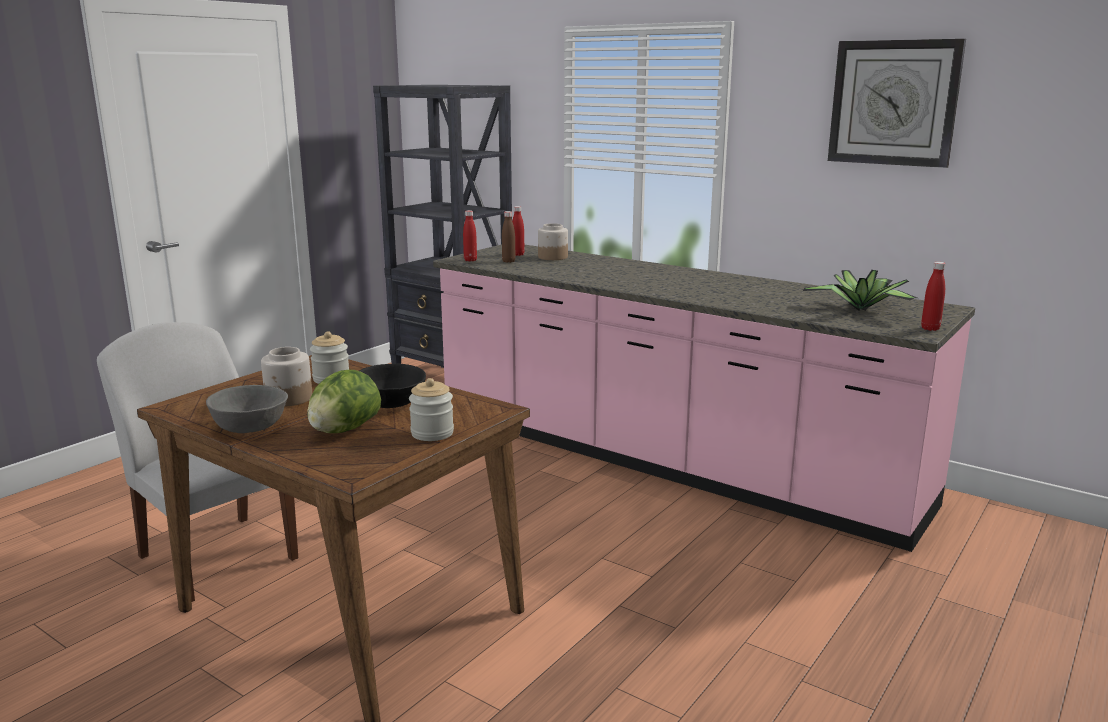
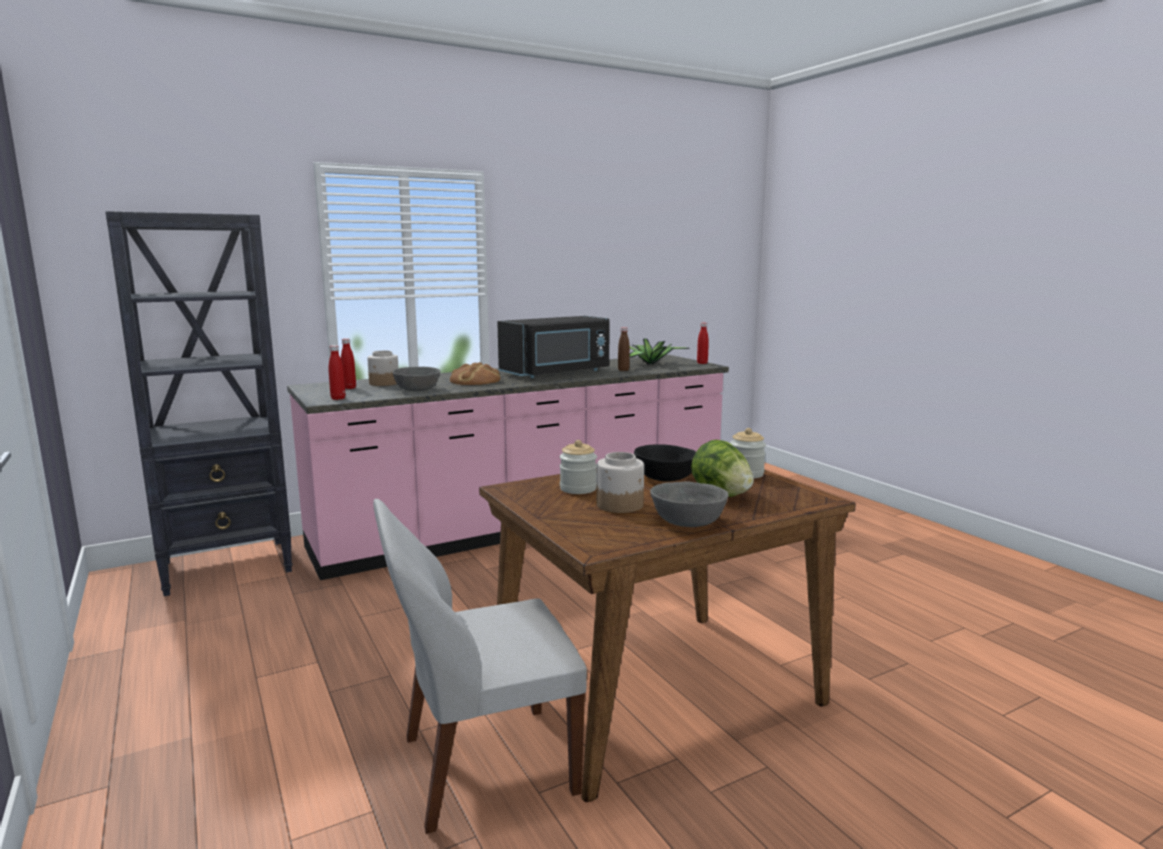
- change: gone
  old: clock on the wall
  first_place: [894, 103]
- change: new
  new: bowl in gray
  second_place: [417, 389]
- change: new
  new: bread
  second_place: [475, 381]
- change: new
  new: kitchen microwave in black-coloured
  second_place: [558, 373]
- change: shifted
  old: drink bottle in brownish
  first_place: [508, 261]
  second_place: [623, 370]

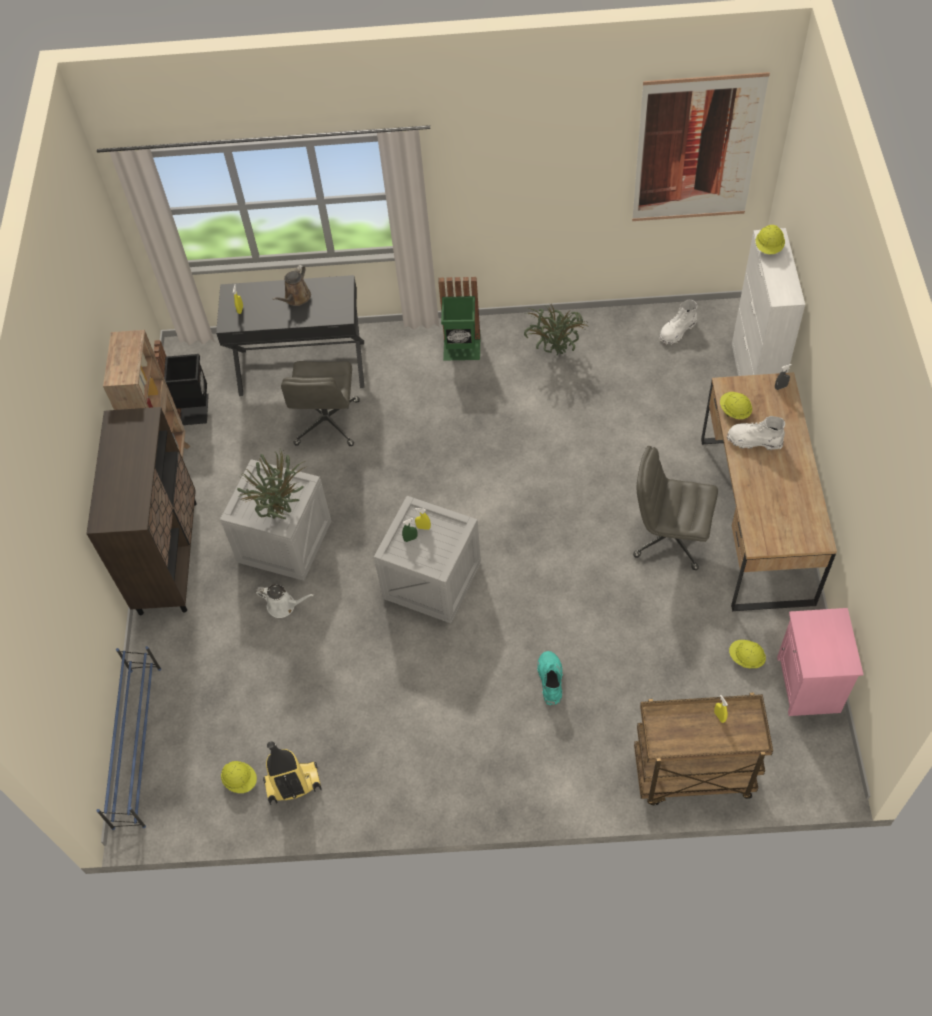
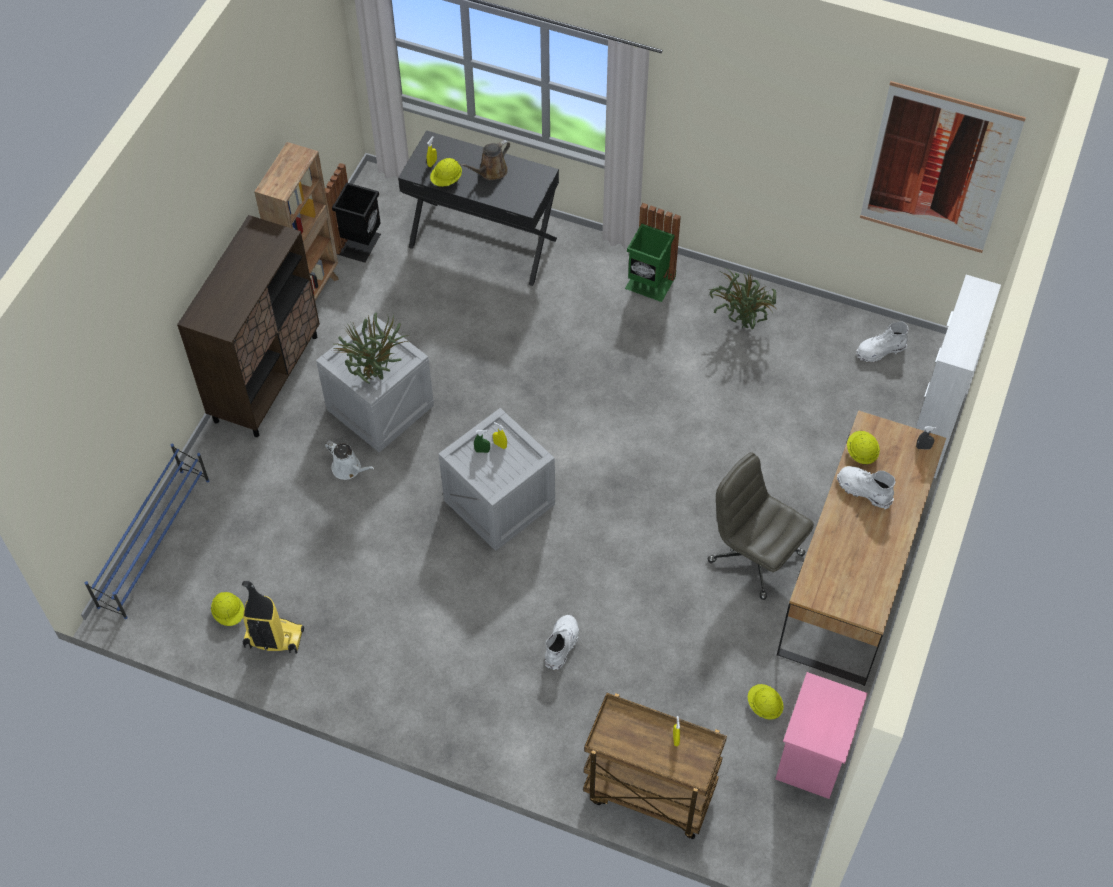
- change: gone
  old: desk chair in gray
  first_place: [327, 423]
- change: shifted
  old: work helmet in yellow-coloured
  first_place: [769, 248]
  second_place: [446, 180]
- change: repainted
  old: high-top boot in blue-green
  new: high-top boot in whitish
  first_place: [550, 680]
  second_place: [561, 645]

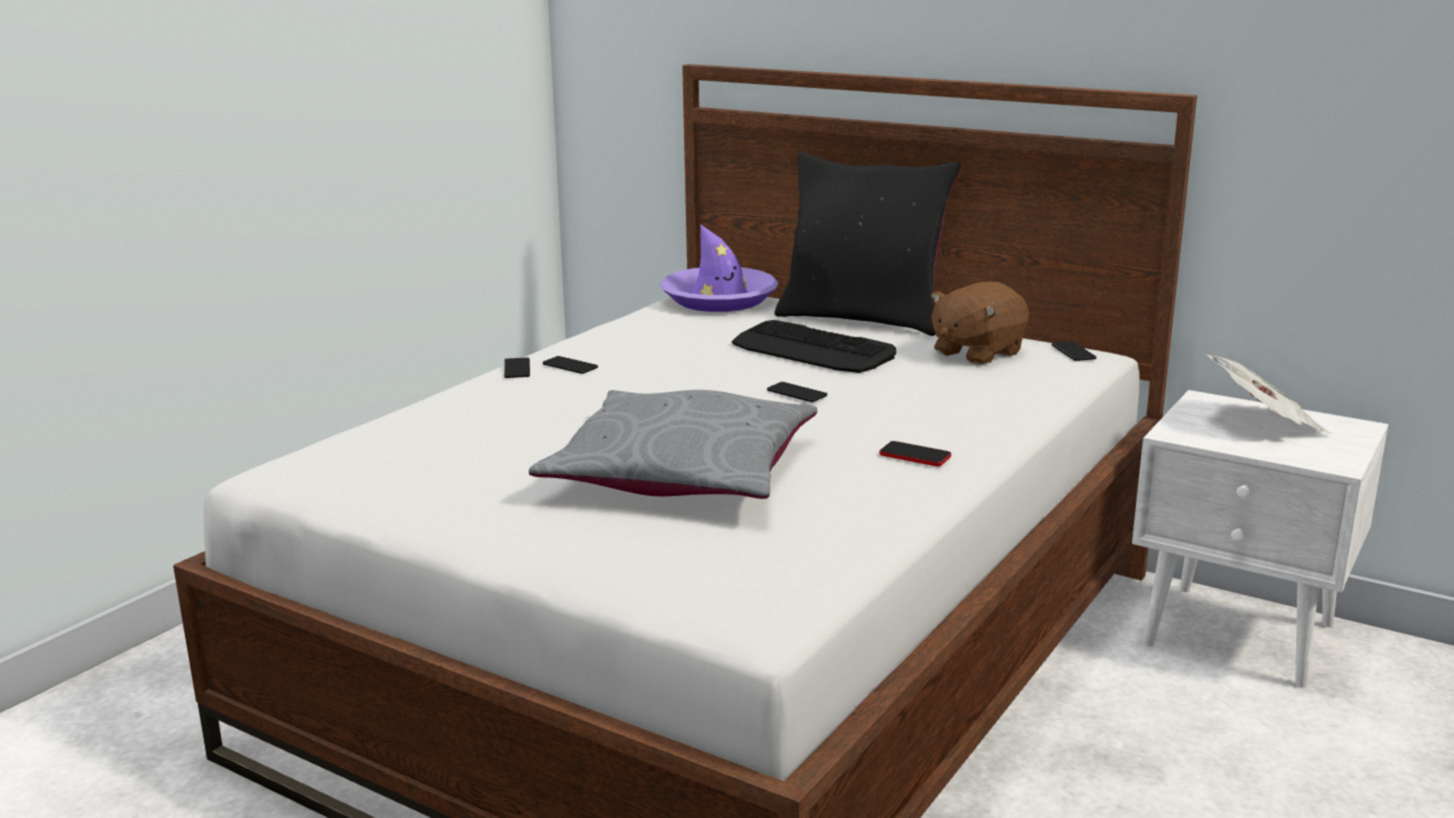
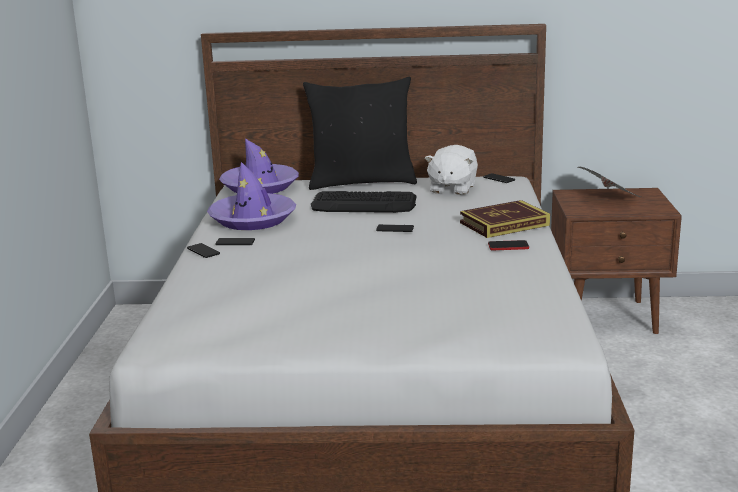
- change: gone
  old: throw pillow in gray
  first_place: [681, 472]
- change: new
  new: clothing hat in purplish
  second_place: [253, 219]
- change: new
  new: book
  second_place: [504, 224]
- change: repainted
  old: soft toy in brownish
  new: soft toy in whitish
  first_place: [976, 353]
  second_place: [452, 189]
- change: repainted
  old: bedside table in whitish
  new: bedside table in brownish
  first_place: [1241, 636]
  second_place: [608, 317]

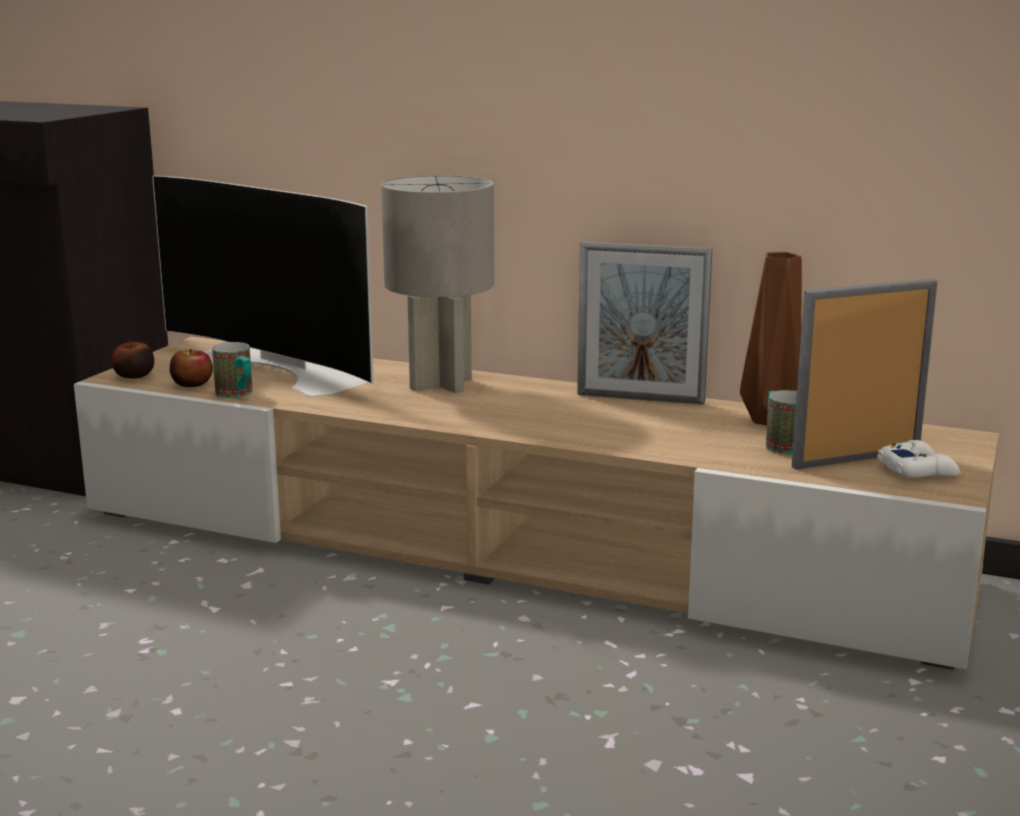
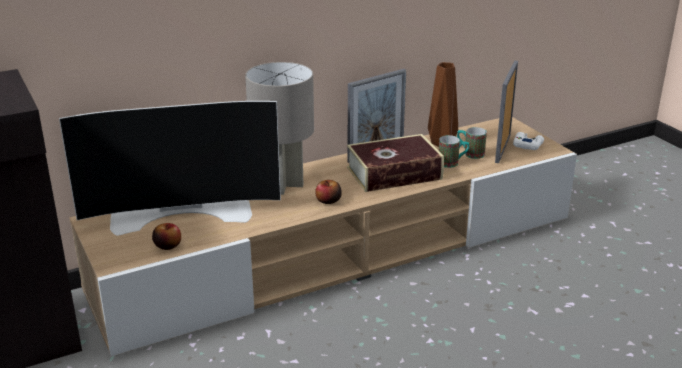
- change: new
  new: book
  second_place: [394, 173]
- change: shifted
  old: whole apple
  first_place: [134, 376]
  second_place: [328, 201]
- change: shifted
  old: mug
  first_place: [238, 395]
  second_place: [452, 163]

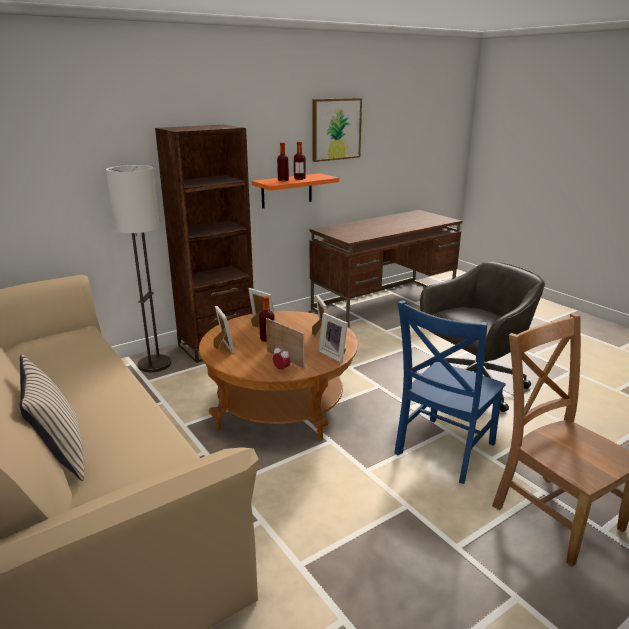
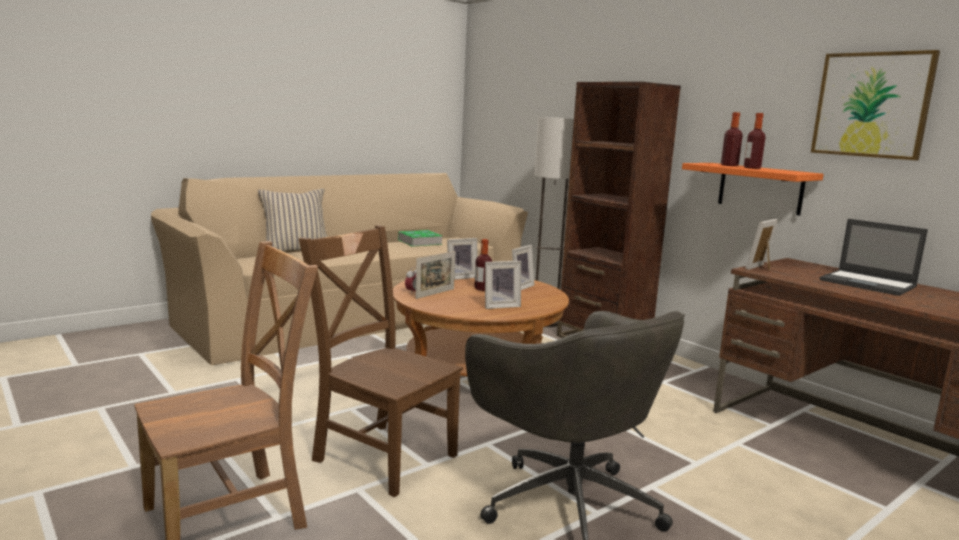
- change: new
  new: book
  second_place: [420, 242]
- change: new
  new: notebook computer
  second_place: [868, 283]
- change: shifted
  old: standing frame
  first_place: [334, 354]
  second_place: [762, 268]
- change: repainted
  old: chair in bluish
  new: chair in brownish
  first_place: [443, 450]
  second_place: [381, 455]

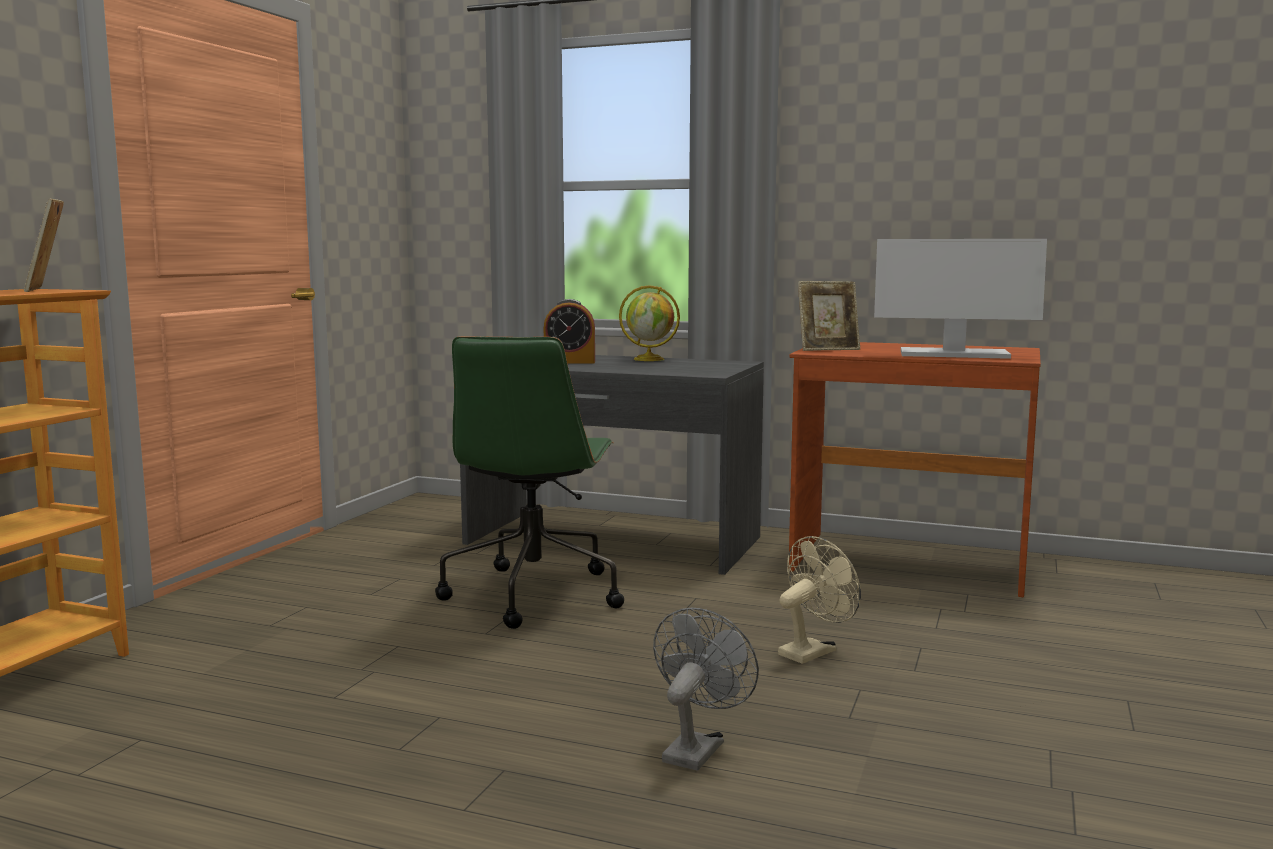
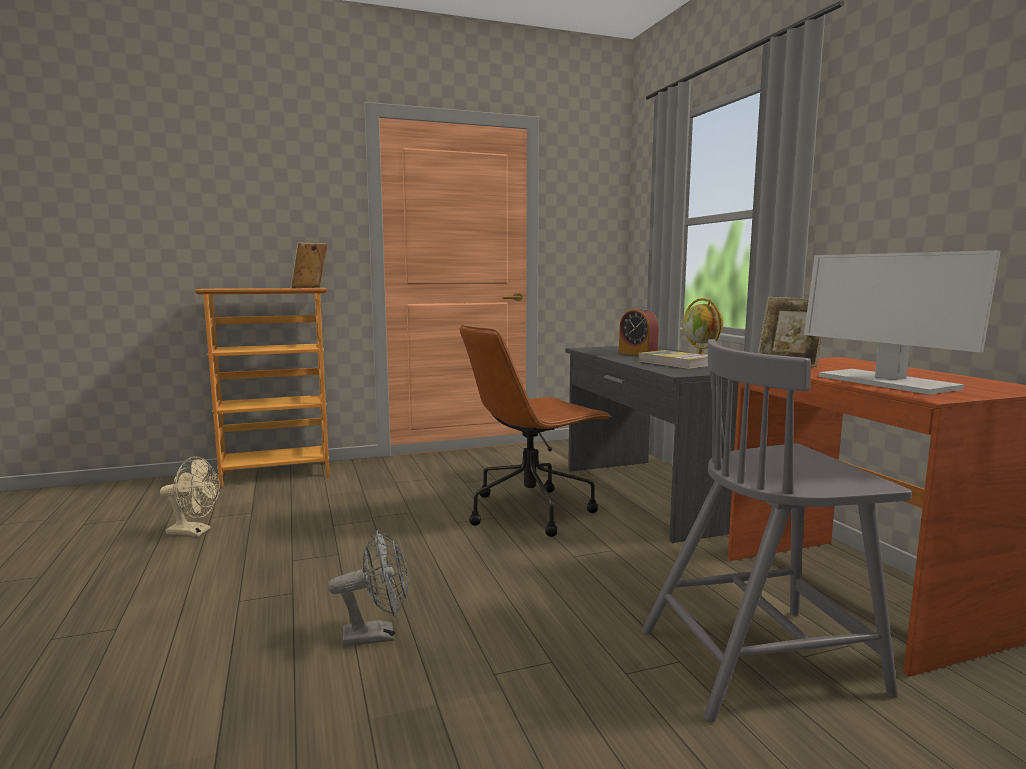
- change: new
  new: book
  second_place: [676, 363]
- change: new
  new: chair in gray
  second_place: [763, 660]
- change: shifted
  old: electric fan in beige-coloured
  first_place: [812, 651]
  second_place: [194, 532]
- change: repainted
  old: desk chair in green-coloured
  new: desk chair in brownish
  first_place: [533, 594]
  second_place: [531, 510]

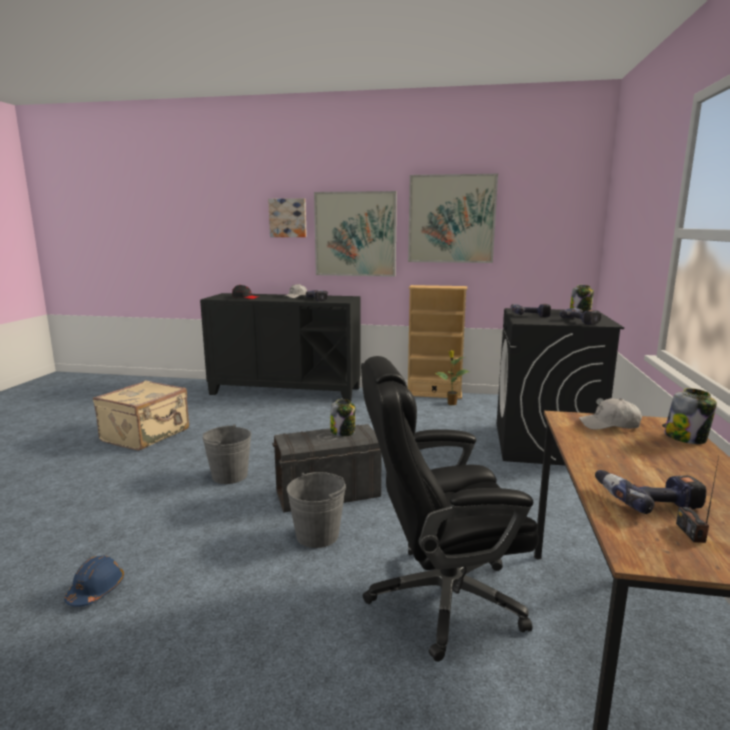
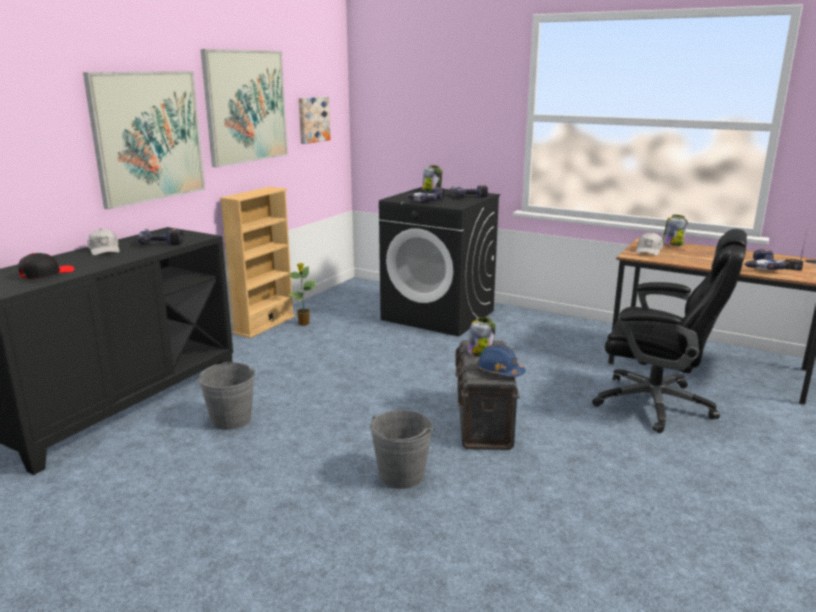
- change: gone
  old: suitcase in beige-coloured
  first_place: [147, 435]
- change: shifted
  old: work helmet in bluish
  first_place: [96, 590]
  second_place: [499, 372]
- change: shifted
  old: wall art
  first_place: [288, 218]
  second_place: [312, 119]
- change: shifted
  old: water bucket in gray
  first_place: [317, 535]
  second_place: [231, 419]
- change: rotated
  old: desk chair in black-coloured
  first_place: [441, 599]
  second_place: [657, 404]
  degrees: -75

